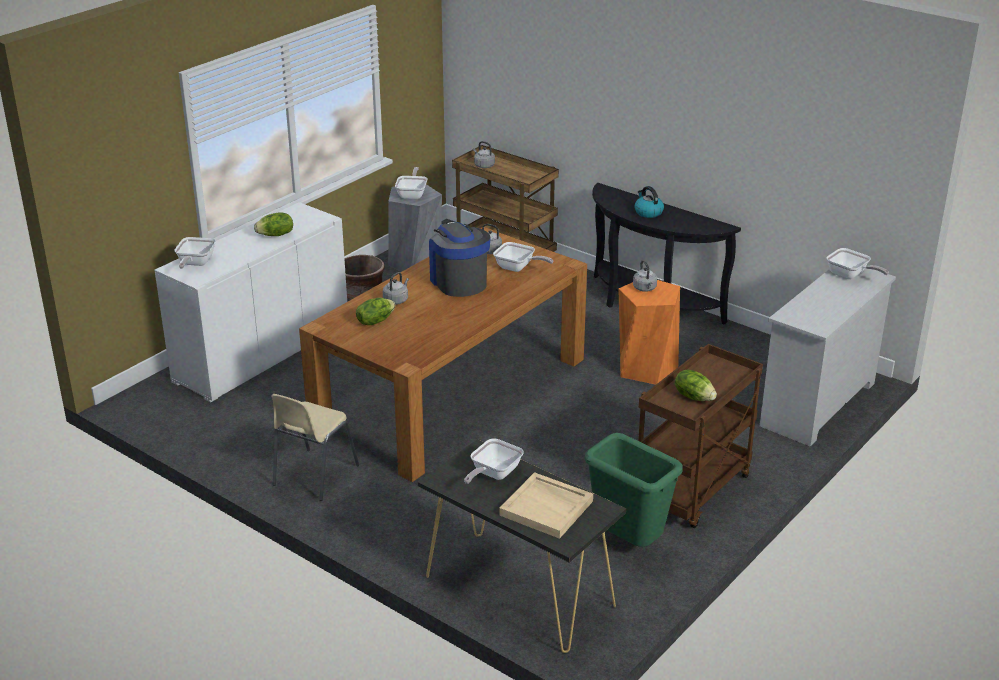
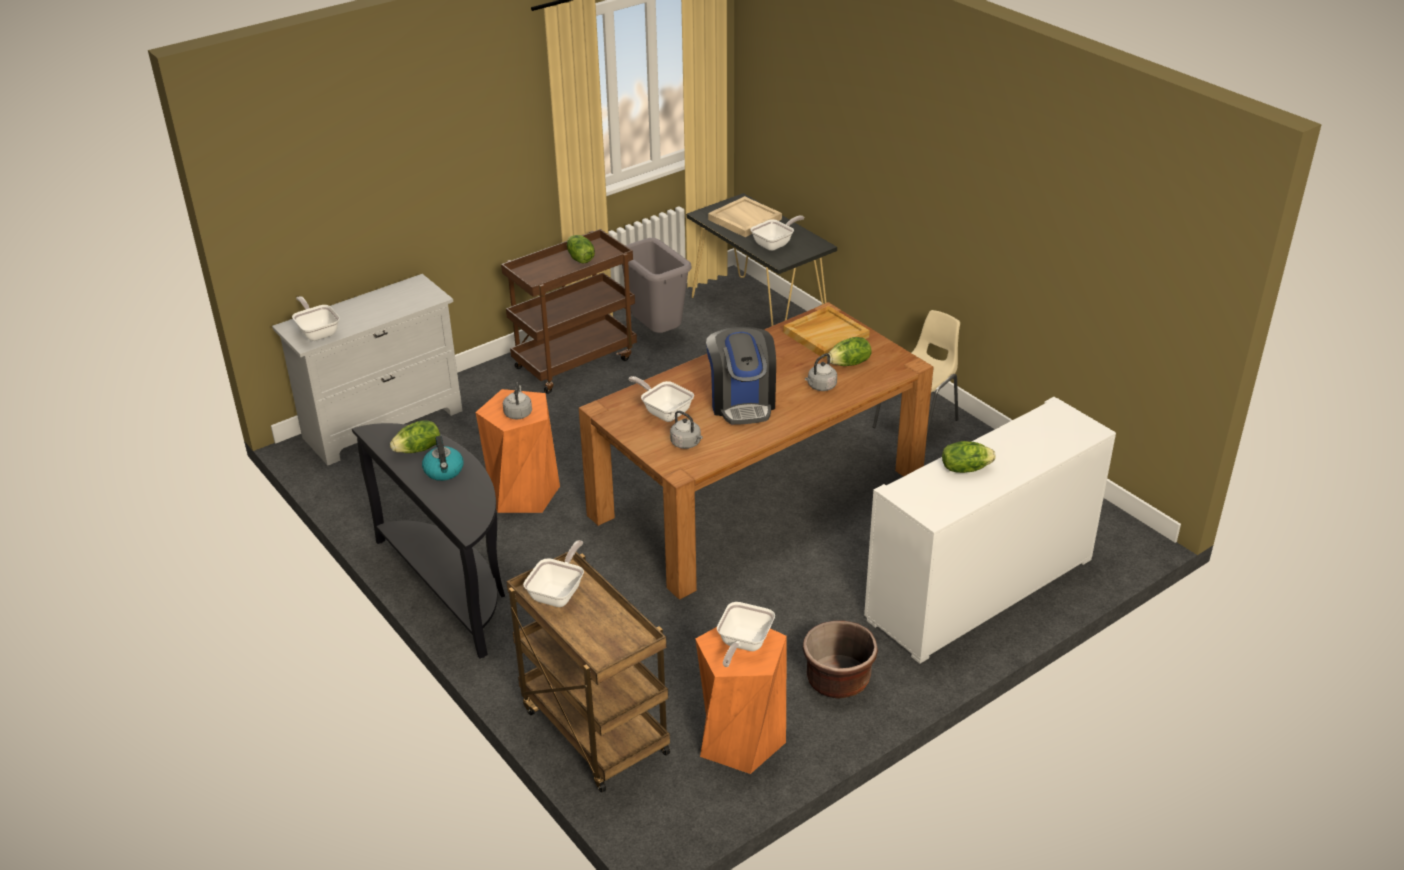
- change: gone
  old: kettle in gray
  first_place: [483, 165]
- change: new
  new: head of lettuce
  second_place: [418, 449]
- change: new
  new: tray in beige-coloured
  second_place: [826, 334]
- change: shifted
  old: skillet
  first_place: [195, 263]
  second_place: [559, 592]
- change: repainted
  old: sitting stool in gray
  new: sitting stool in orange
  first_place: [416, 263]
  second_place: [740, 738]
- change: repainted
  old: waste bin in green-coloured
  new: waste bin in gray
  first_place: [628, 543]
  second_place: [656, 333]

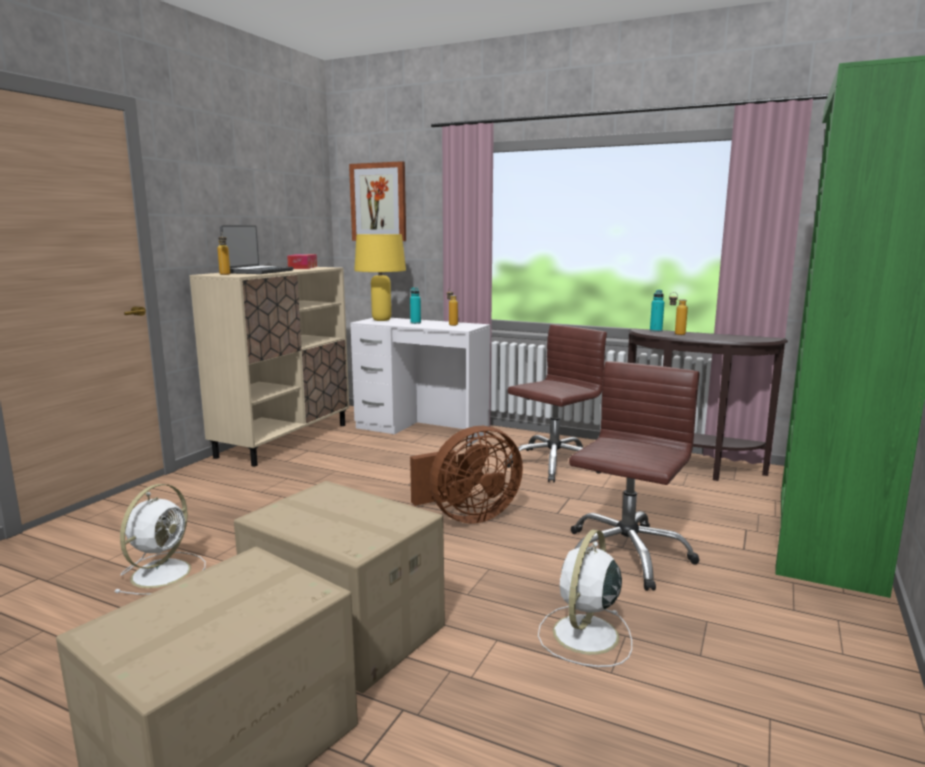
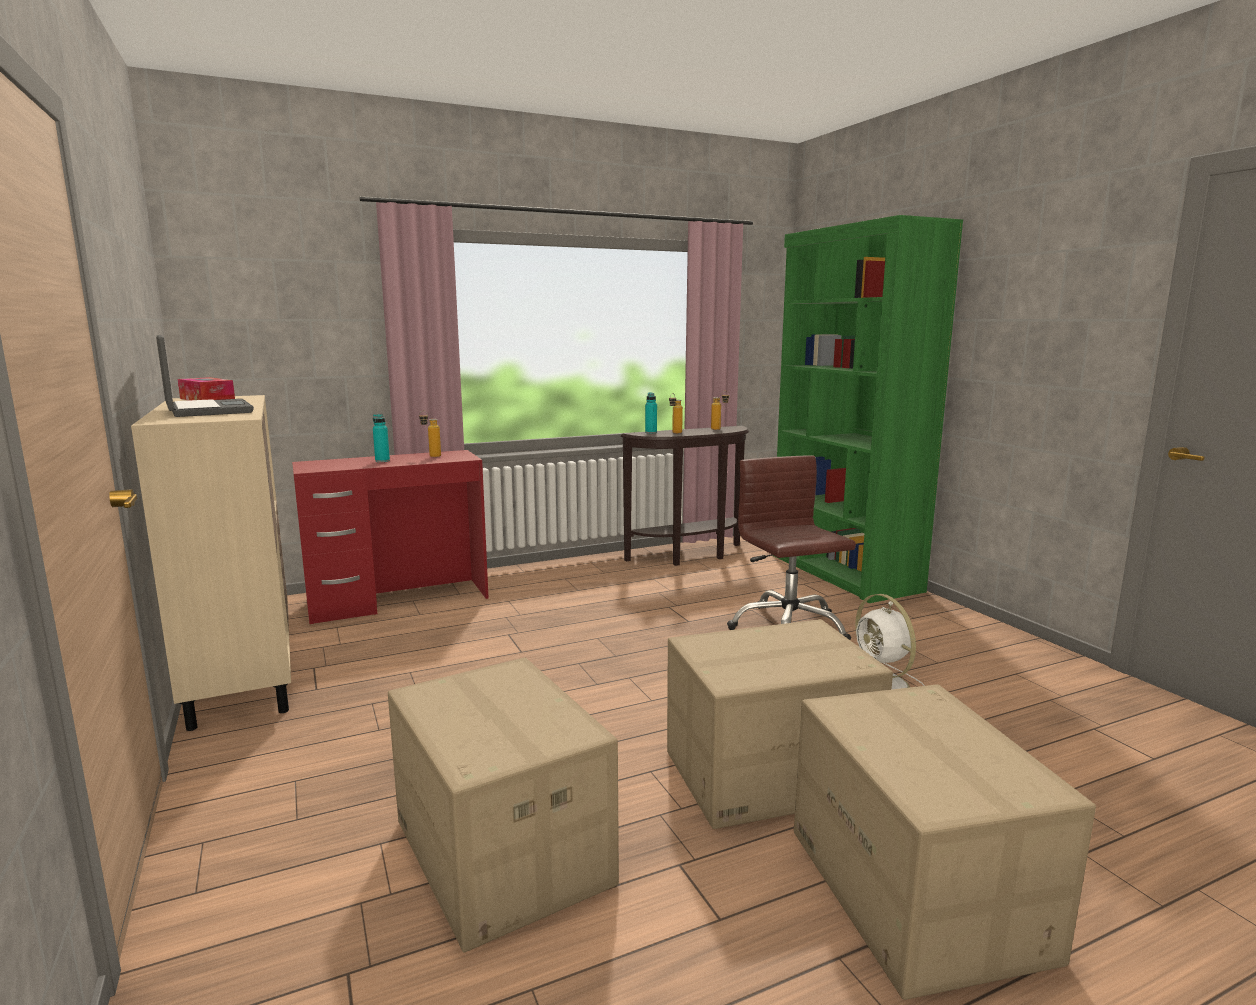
- change: gone
  old: wall art
  first_place: [378, 202]
- change: gone
  old: lamp for a table in yellow-coloured
  first_place: [382, 320]
- change: gone
  old: electric fan in brownish
  first_place: [467, 516]
- change: gone
  old: desk chair in brownish
  first_place: [553, 464]
- change: shifted
  old: drink bottle
  first_place: [225, 274]
  second_place: [719, 429]
- change: swapped
  old: electric fan in whitish
  new: carton
  first_place: [163, 572]
  second_place: [499, 852]
- change: repainted
  old: desk table in whitish
  new: desk table in red-coloured
  first_place: [421, 430]
  second_place: [398, 600]

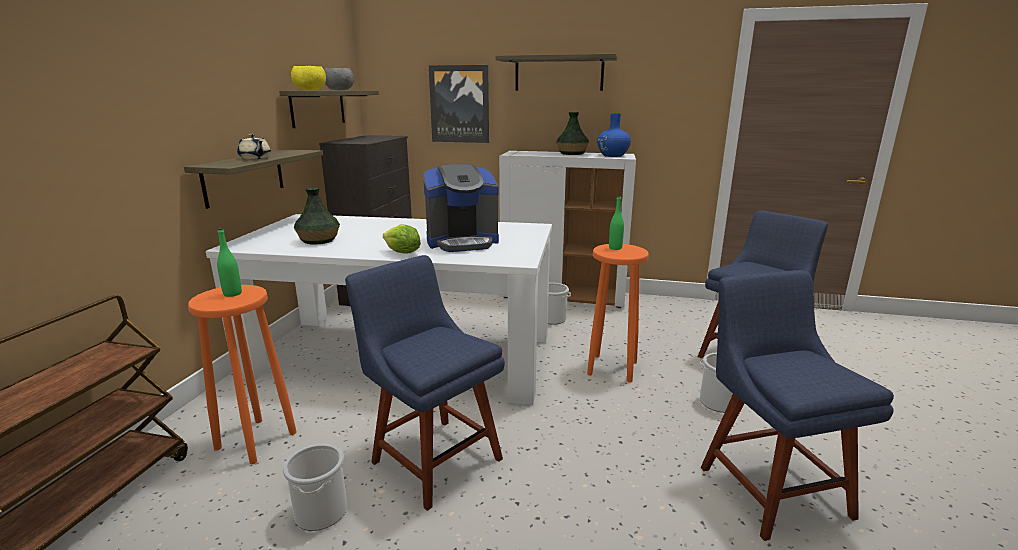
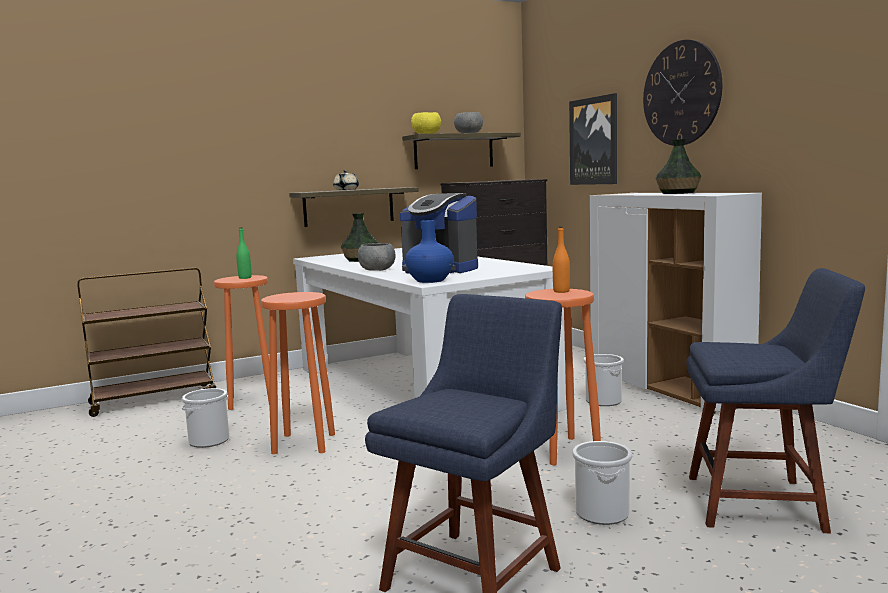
- change: shifted
  old: flower vase in bluish
  first_place: [612, 155]
  second_place: [430, 280]
- change: swapped
  old: chair in bluish
  new: sitting stool in orange
  first_place: [433, 457]
  second_place: [305, 443]
- change: swapped
  old: head of lettuce
  new: bowl in gray
  first_place: [402, 253]
  second_place: [377, 270]
- change: swapped
  old: shelf
  new: clock on the wall
  first_place: [559, 73]
  second_place: [681, 93]
- change: repainted
  old: drink bottle in green-coloured
  new: drink bottle in orange
  first_place: [615, 248]
  second_place: [561, 291]

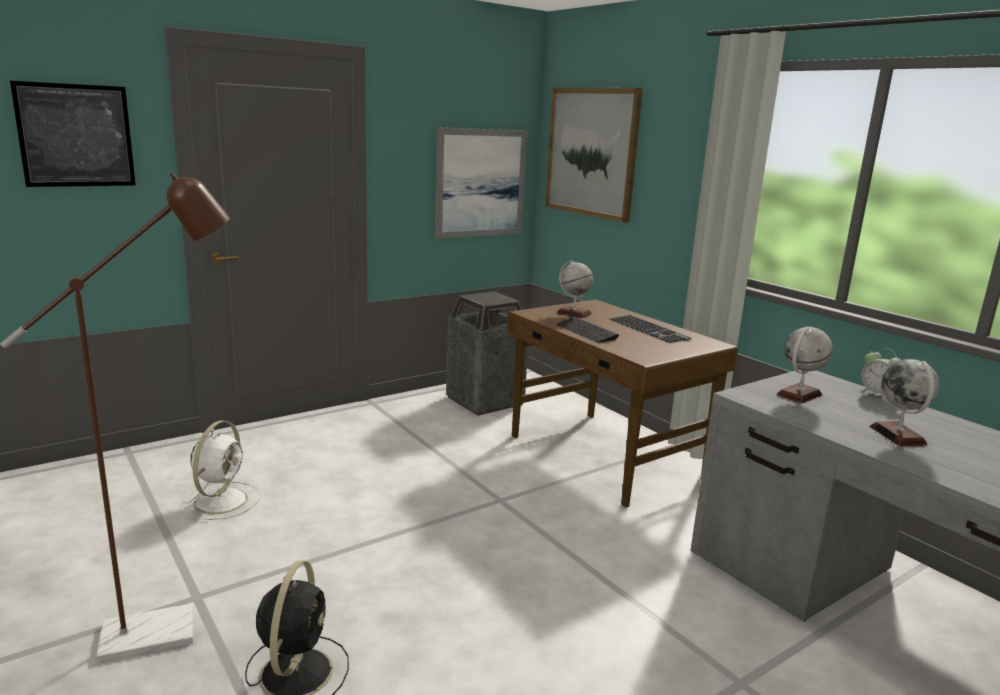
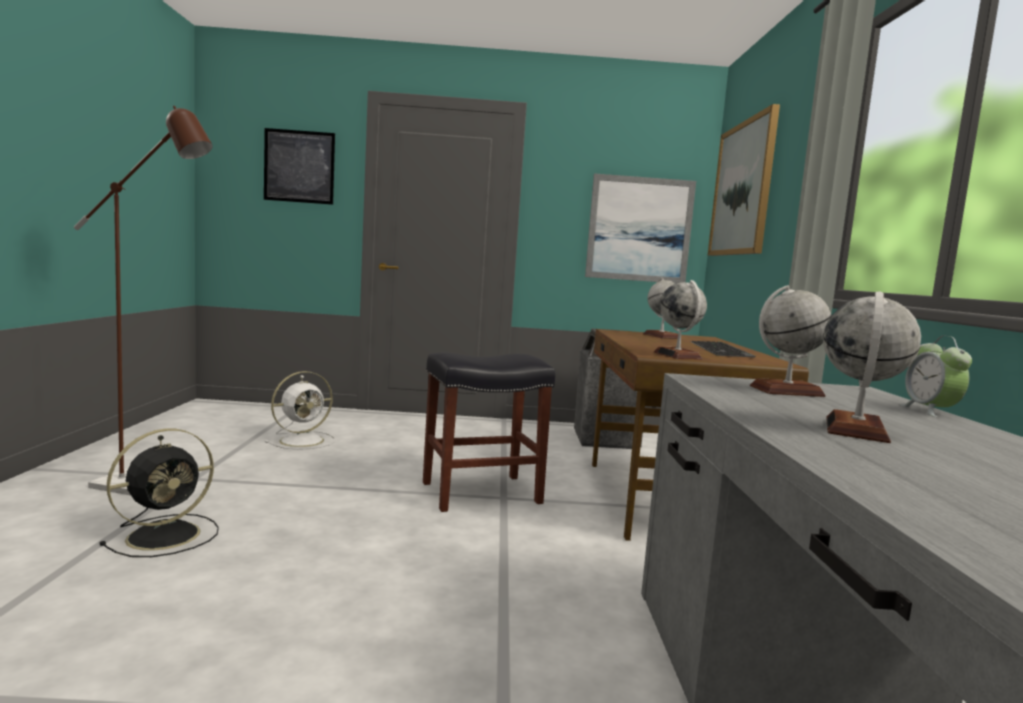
- change: gone
  old: PC keyboard
  first_place: [586, 331]
- change: new
  new: sitting stool in black-coloured
  second_place: [482, 492]
- change: new
  new: world globe
  second_place: [677, 355]

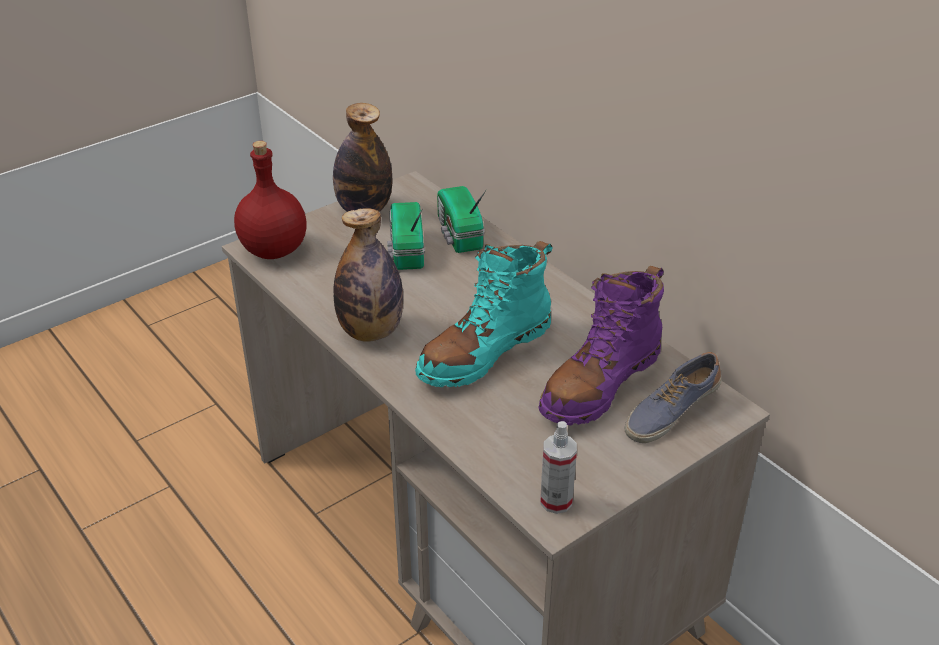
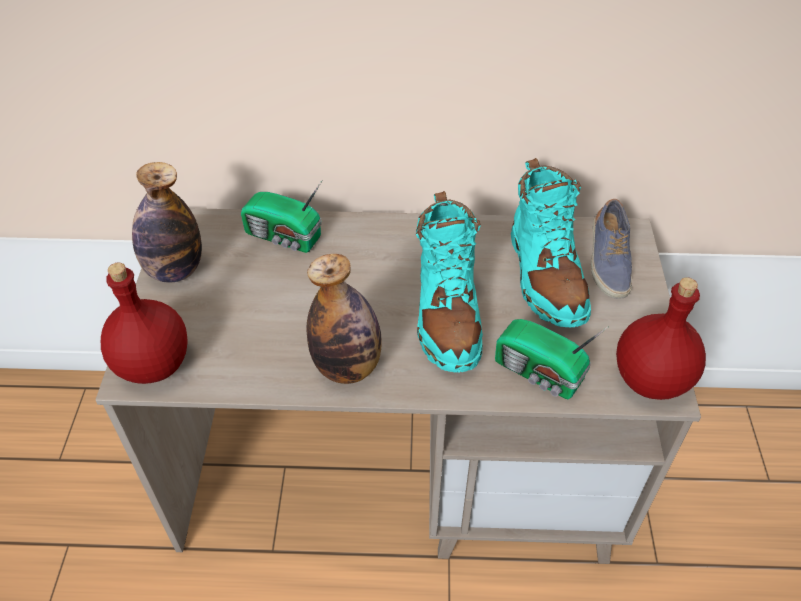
- change: shifted
  old: radio set
  first_place: [405, 251]
  second_place: [540, 373]
- change: swapped
  old: hand sprayer
  new: drink bottle in red-coloured
  first_place: [556, 501]
  second_place: [649, 379]
- change: repainted
  old: high-top boot in purplish
  new: high-top boot in blue-green
  first_place: [600, 383]
  second_place: [545, 275]

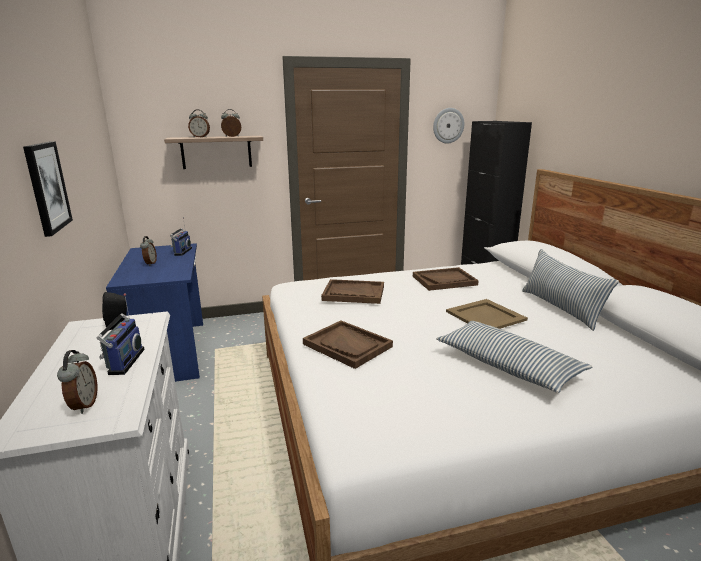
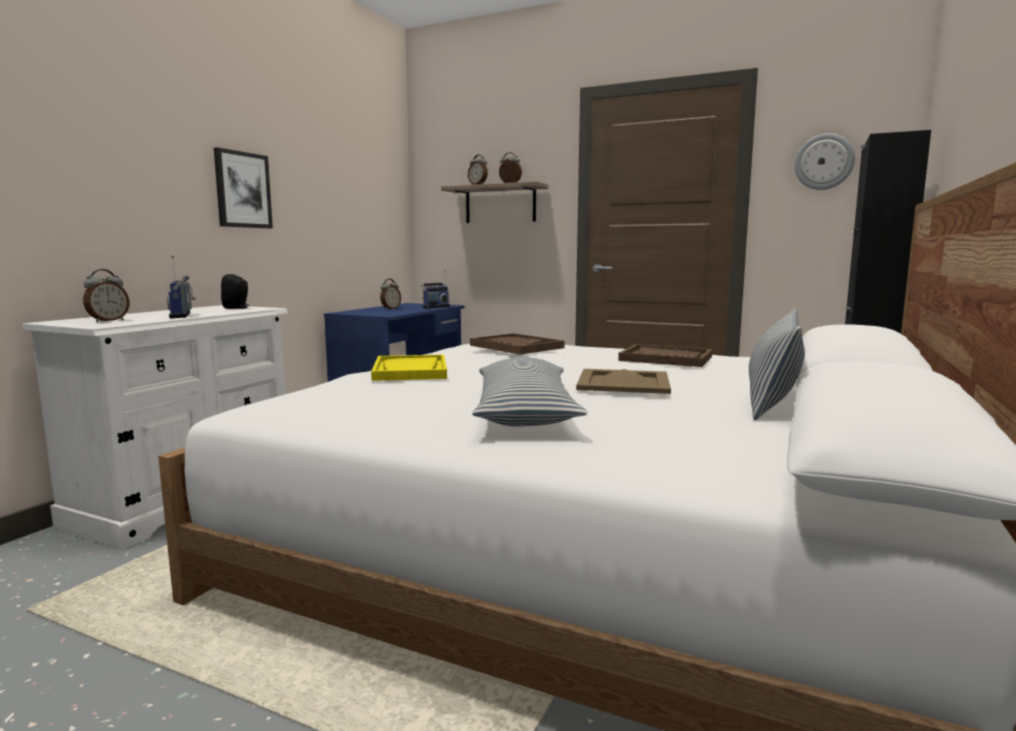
- change: repainted
  old: tray in brownish
  new: tray in yellow-coloured
  first_place: [347, 345]
  second_place: [410, 371]
- change: rotated
  old: radio set
  first_place: [124, 362]
  second_place: [183, 315]
  degrees: 120

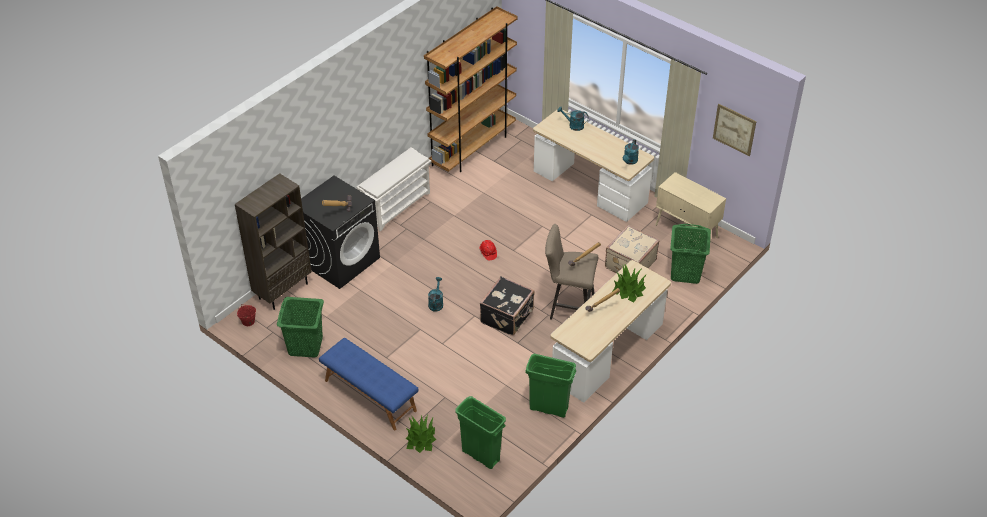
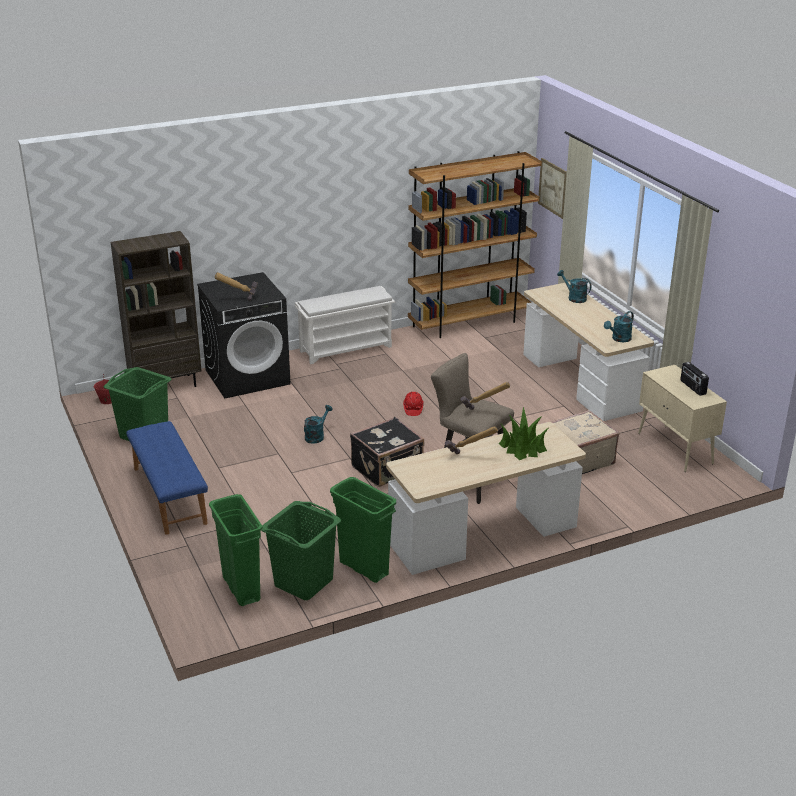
- change: gone
  old: houseplant
  first_place: [421, 439]
- change: new
  new: radio set
  second_place: [692, 387]
- change: shifted
  old: washing basket in green-coloured
  first_place: [686, 272]
  second_place: [304, 582]
- change: shifted
  old: wall art
  first_place: [734, 129]
  second_place: [553, 188]

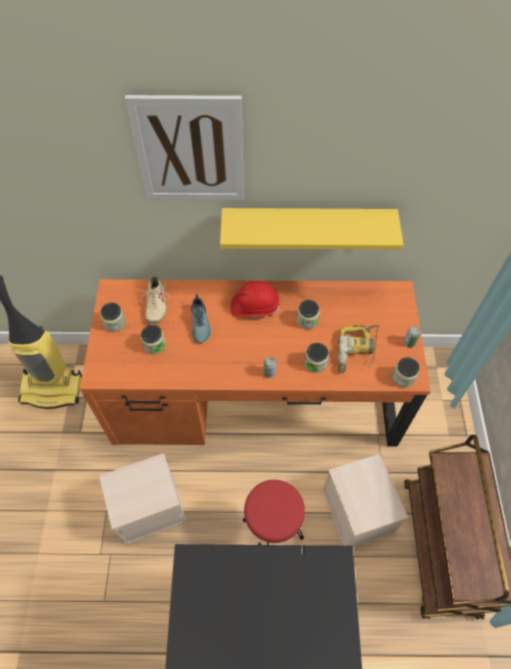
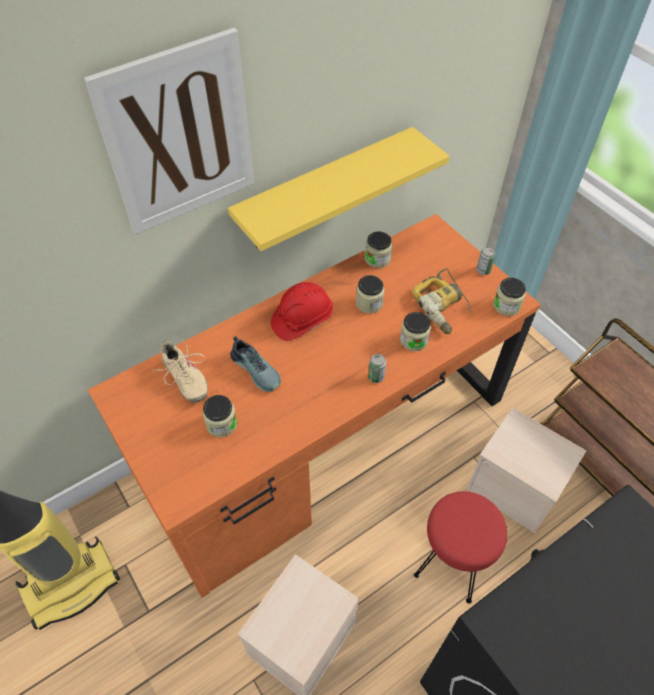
- change: shifted
  old: jar
  first_place: [115, 323]
  second_place: [377, 259]

